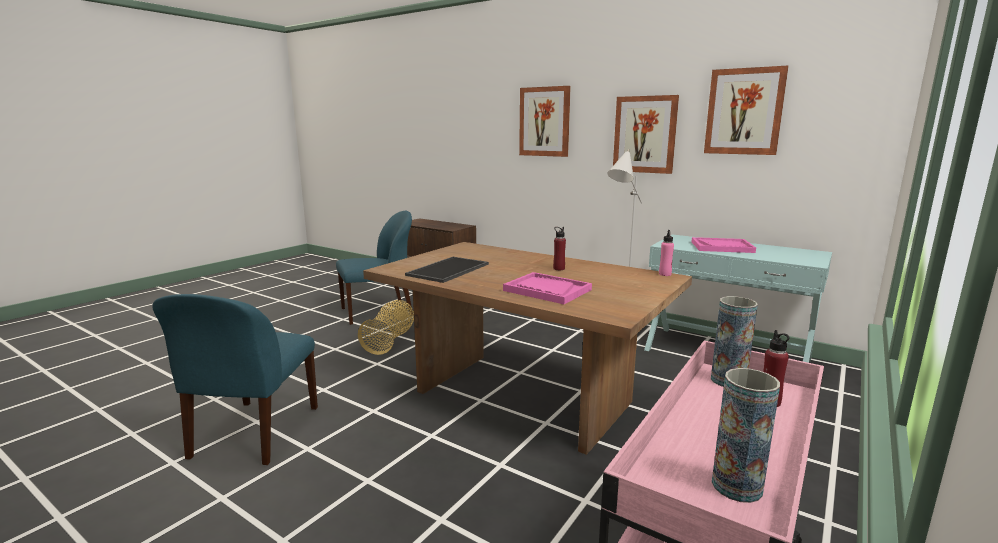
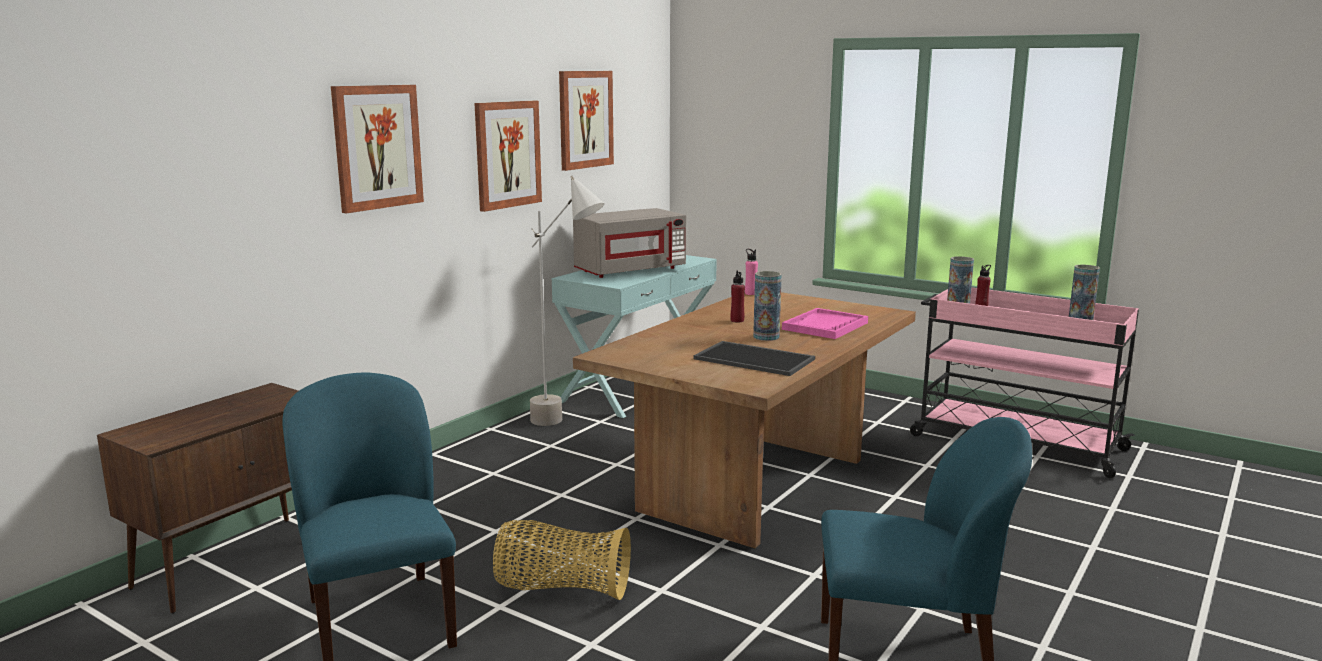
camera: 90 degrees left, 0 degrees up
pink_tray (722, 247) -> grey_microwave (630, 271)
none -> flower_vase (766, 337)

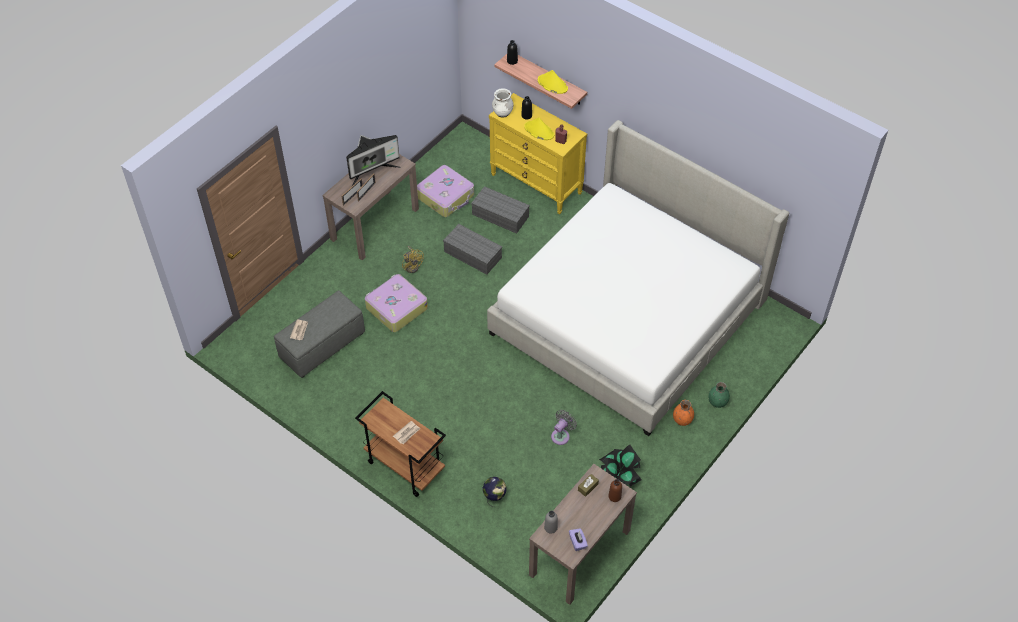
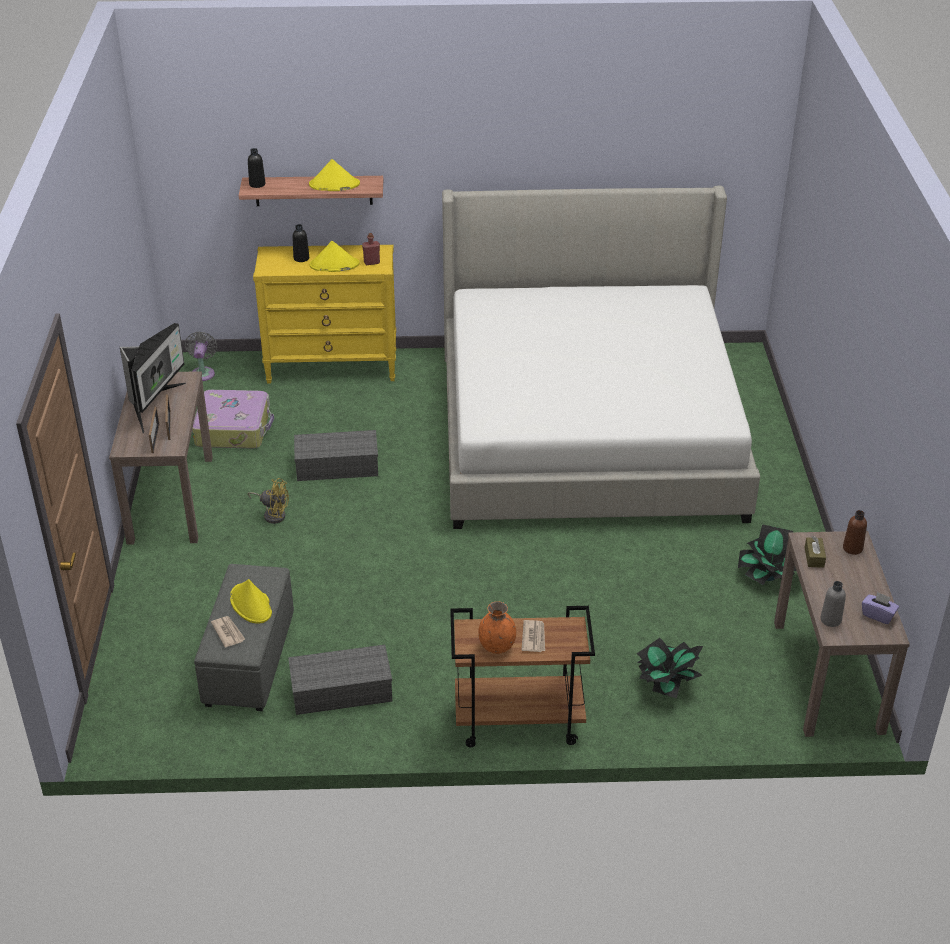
camera: 40 degrees left, 15 degrees down
grey_fan (561, 435) -> grey_fan (203, 372), relocated
none -> yellow_wearable_hat (251, 604)
grey_storage_container (501, 215) -> grey_storage_container (342, 689), relocated
orange_flower_vase (682, 420) -> orange_flower_vase (497, 646), relocated
world_globe (494, 497) -> plant_in_a_pot (666, 684)
piece_of_luggage (396, 308) -> none
whitish_flower_vase (502, 113) -> none
greenish_flower_vase (717, 402) -> none

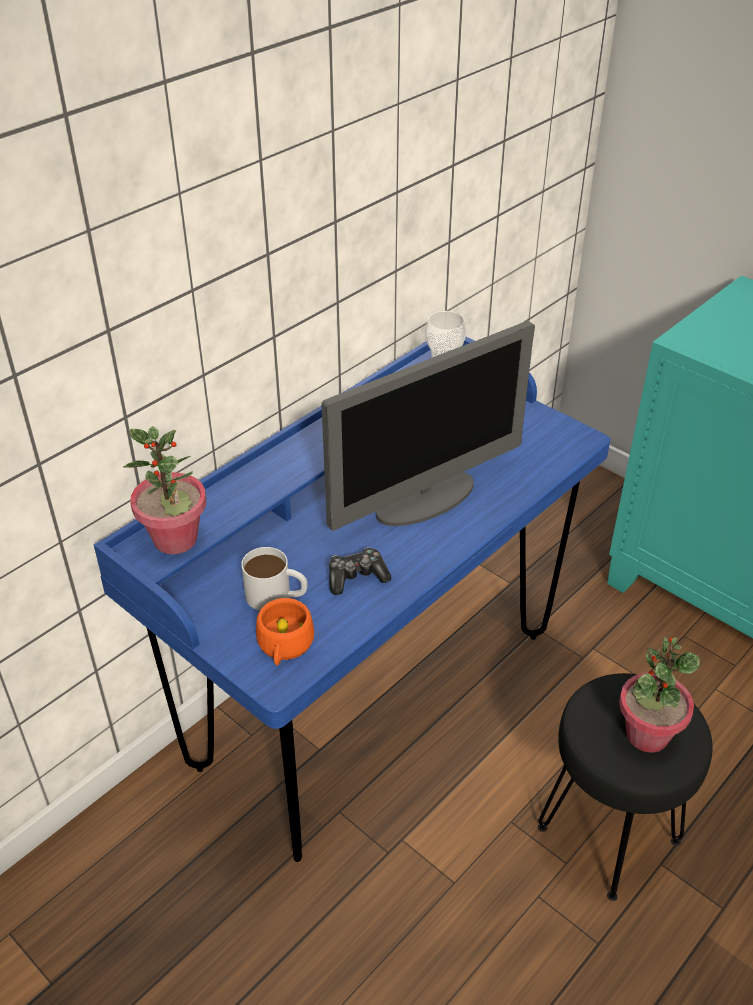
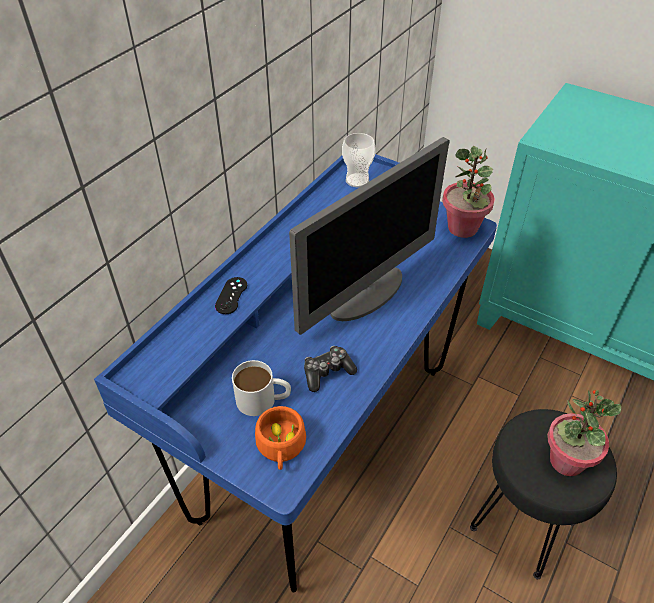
camera: 10 degrees left, 5 degrees up
none -> black_game_controller (231, 295)
plant_in_a_pot (175, 539) -> plant_in_a_pot (463, 228), relocated

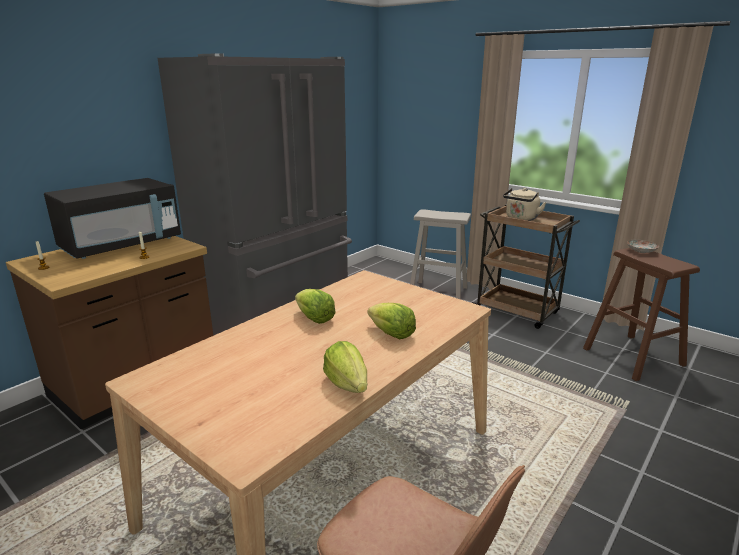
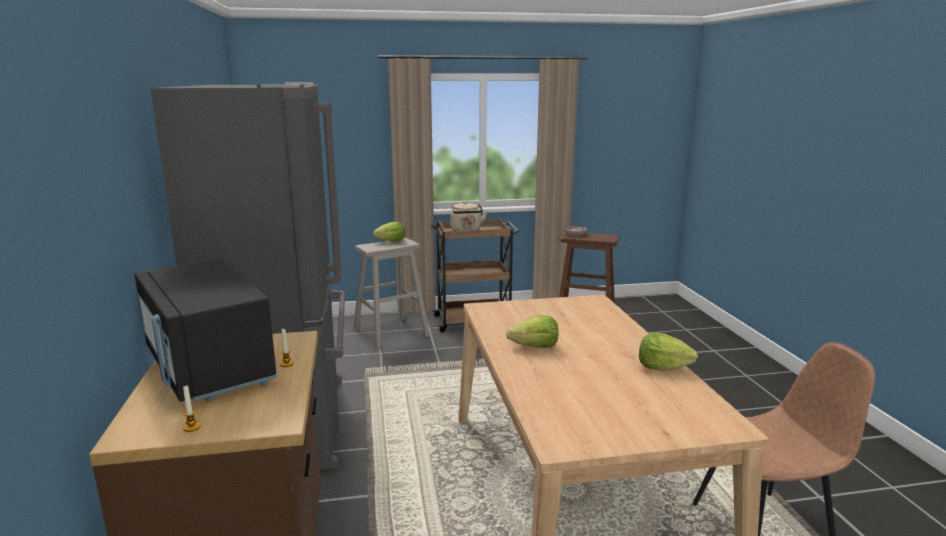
camera: 50 degrees left, 5 degrees down
black_microwave (122, 245) -> black_microwave (208, 368), 150 degrees clockwise
lettuce_head (391, 334) -> lettuce_head (391, 241), relocated

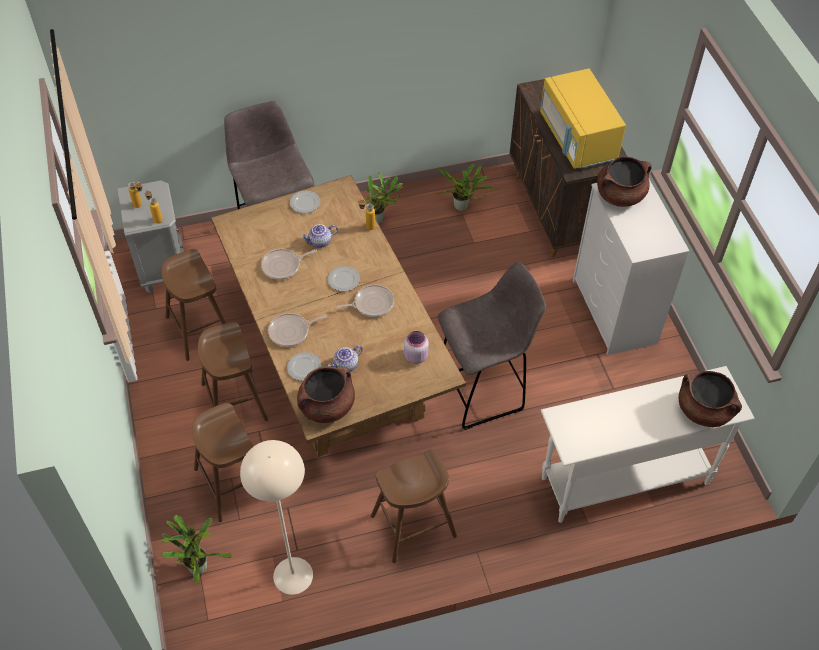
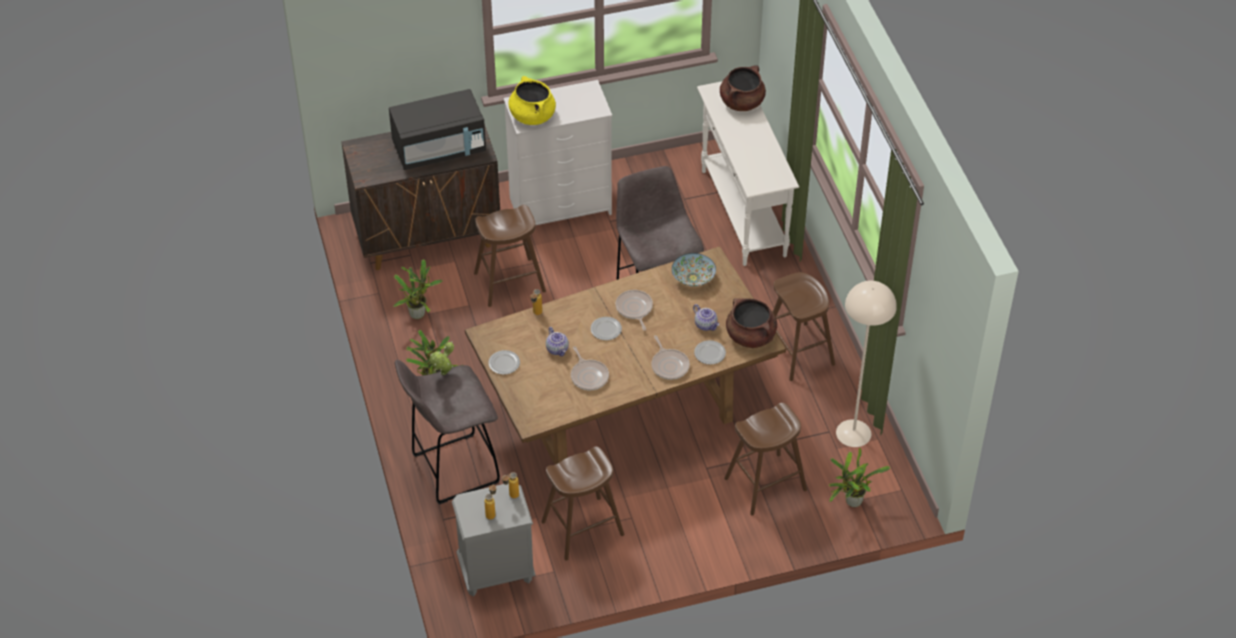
camera: 90 degrees left, 5 degrees down
yellow_microwave (577, 138) -> black_microwave (439, 149)
none -> plant_in_a_pot (443, 374)
brown_stool (234, 402) -> brown_stool (510, 282), relocated
brown_cooking_pot (620, 195) -> yellow_cooking_pot (532, 116)
pink_jar (415, 356) -> deep_dish (693, 278)

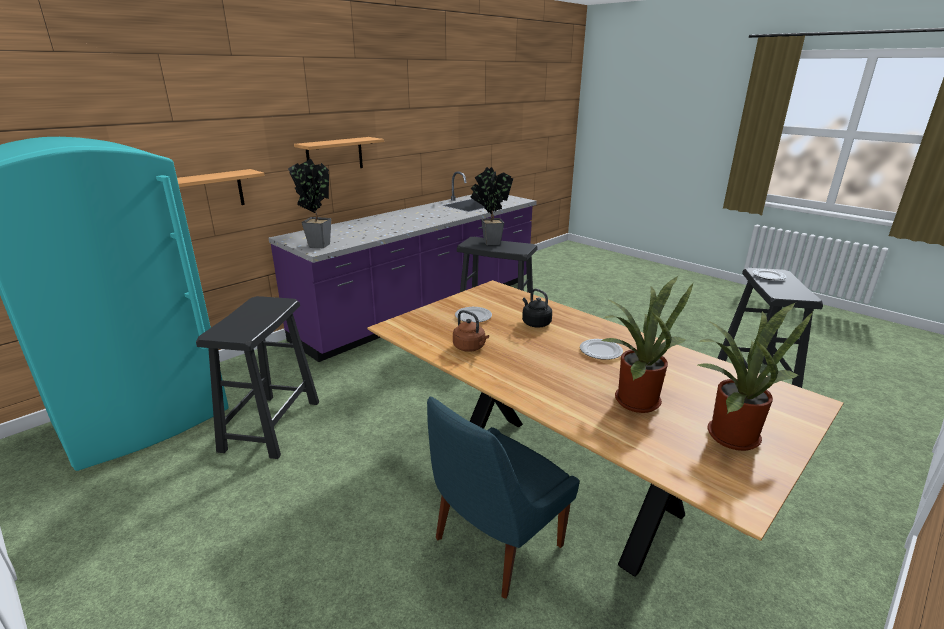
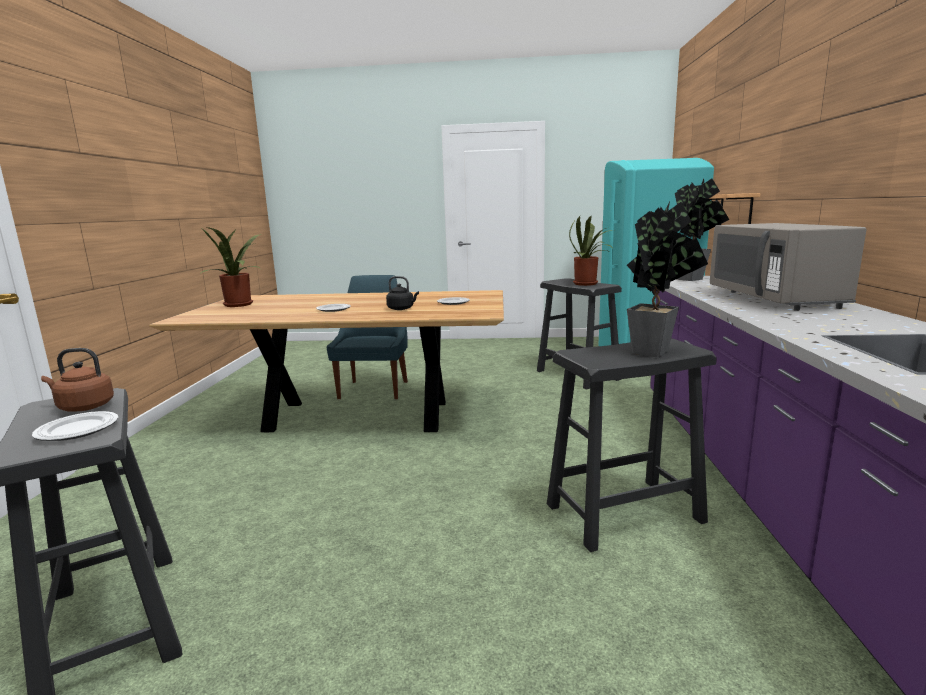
camera: 140 degrees right, 10 degrees down
brown_kettle (470, 347) -> brown_kettle (83, 407), relocated
plant_in_a_pot (633, 399) -> plant_in_a_pot (588, 284), relocated
none -> grey_microwave (773, 299)
bracket_shelf (334, 155) -> none

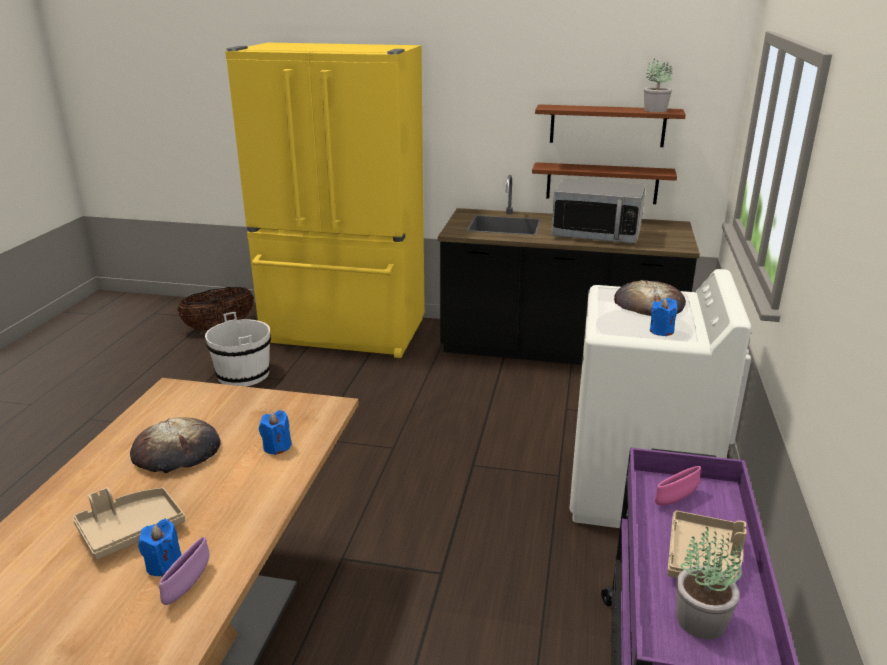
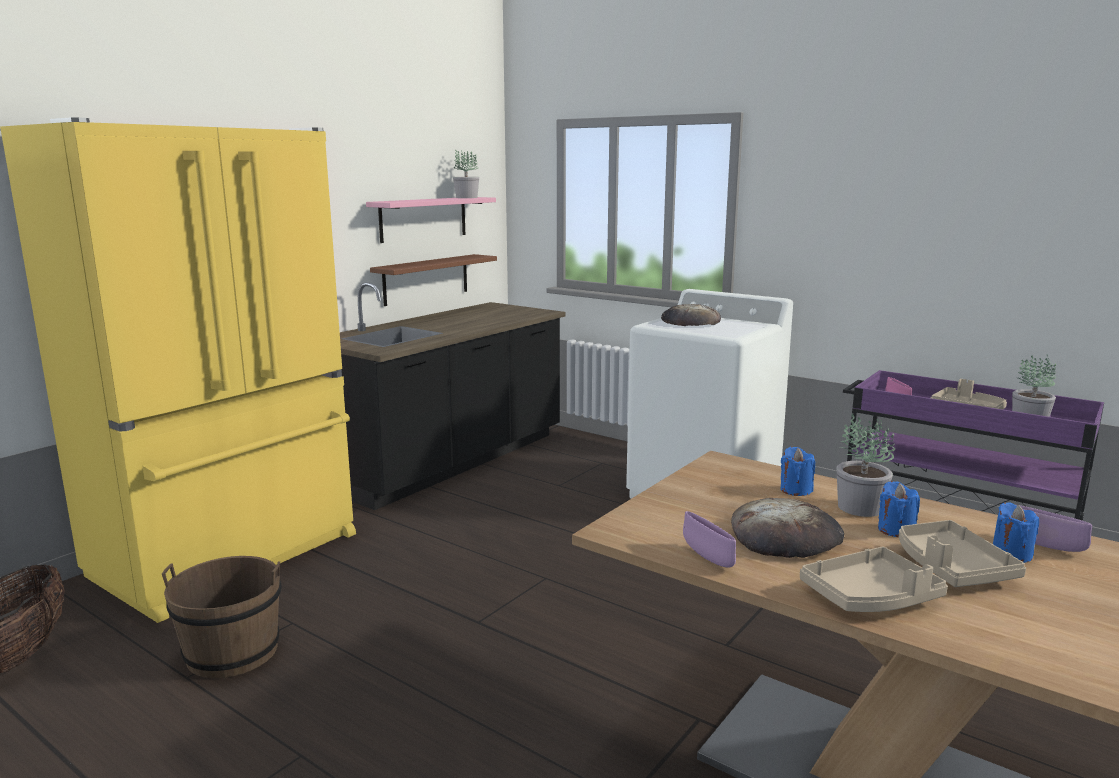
camera: 65 degrees left, 10 degrees down
whitish_pail (243, 374) -> brown_pail (232, 652)
brown_bracket_shelf (607, 125) -> pink_bracket_shelf (423, 219)
none -> purple-coloured_deep_dish (707, 557)
none -> beige_tray (871, 597)
none -> plant_in_a_pot (859, 507)
blue-coloured_wax_candle (661, 331) -> blue-coloured_wax_candle (895, 530), relocated
microwave (596, 234) -> none

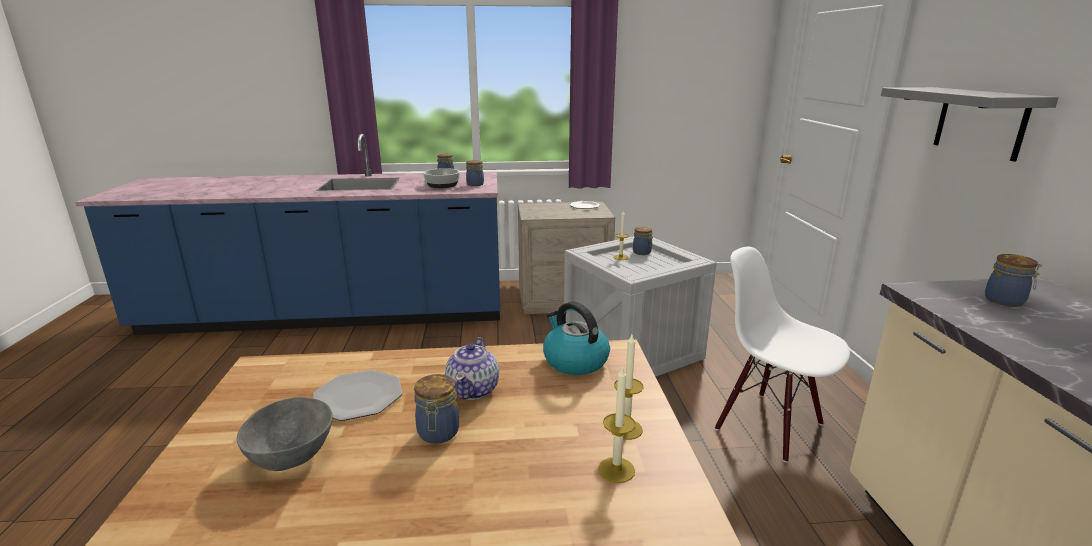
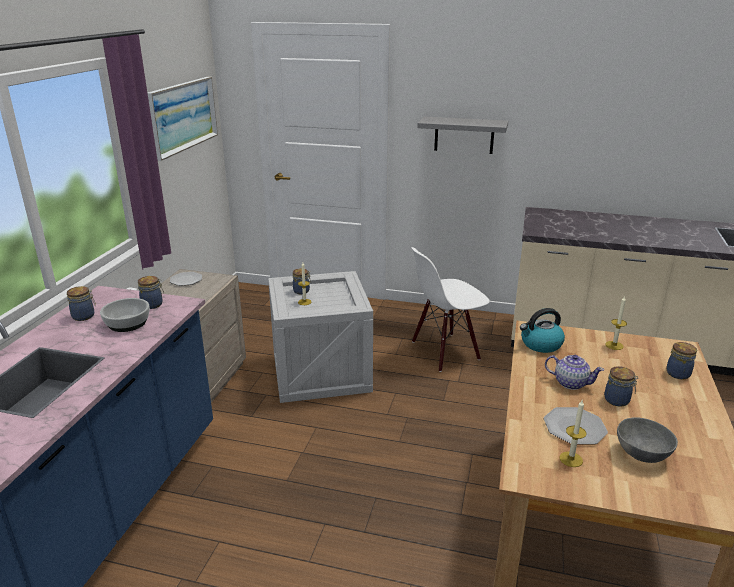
camera: 70 degrees left, 5 degrees up
none -> wall_art (183, 116)
wax_candle (616, 470) -> wax_candle (571, 459), relocated
jar (1006, 301) -> jar (678, 373), relocated

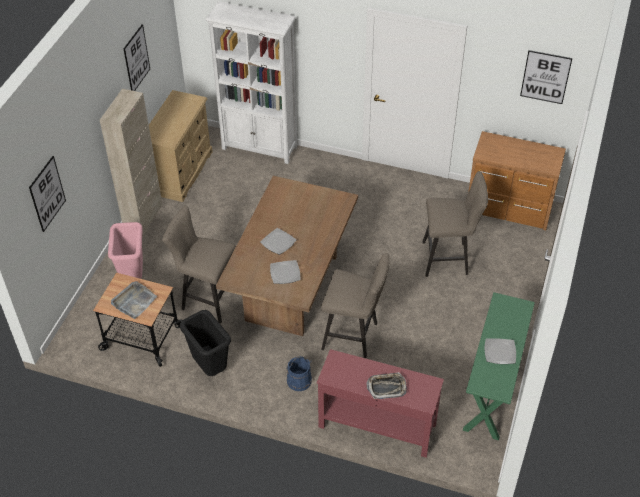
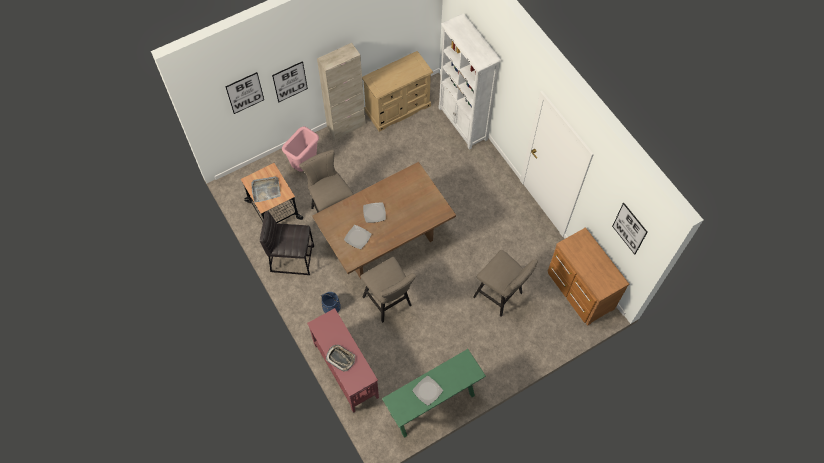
camera: 40 degrees right, 15 degrees up
black_waste_bin (210, 367) -> grey_stool (292, 258)
wall_art (136, 59) -> wall_art (290, 81), relocated

